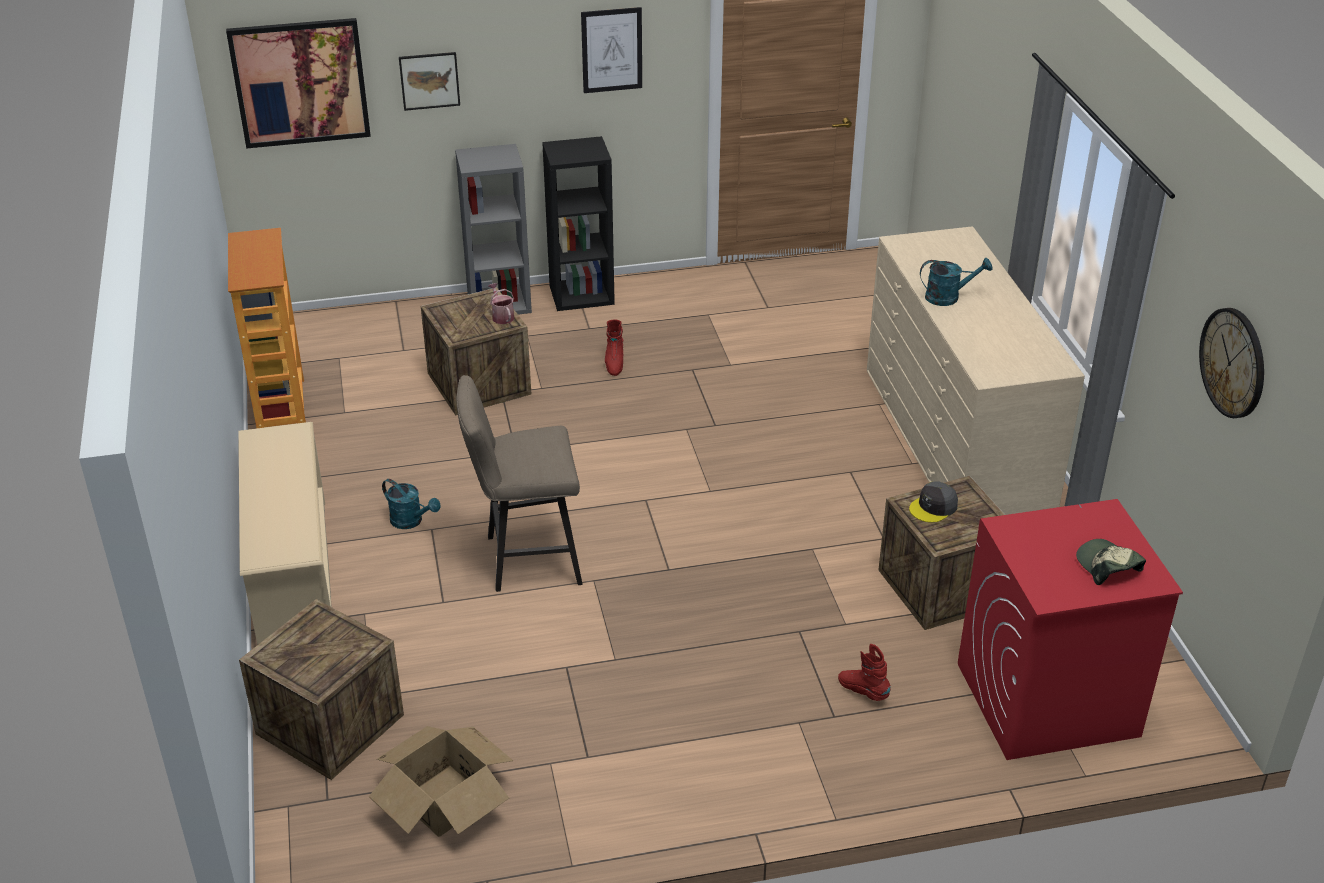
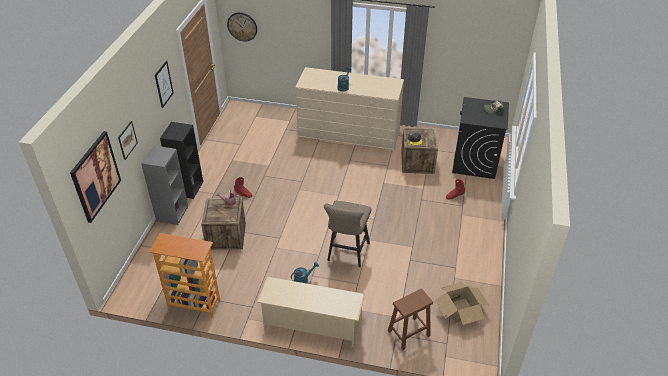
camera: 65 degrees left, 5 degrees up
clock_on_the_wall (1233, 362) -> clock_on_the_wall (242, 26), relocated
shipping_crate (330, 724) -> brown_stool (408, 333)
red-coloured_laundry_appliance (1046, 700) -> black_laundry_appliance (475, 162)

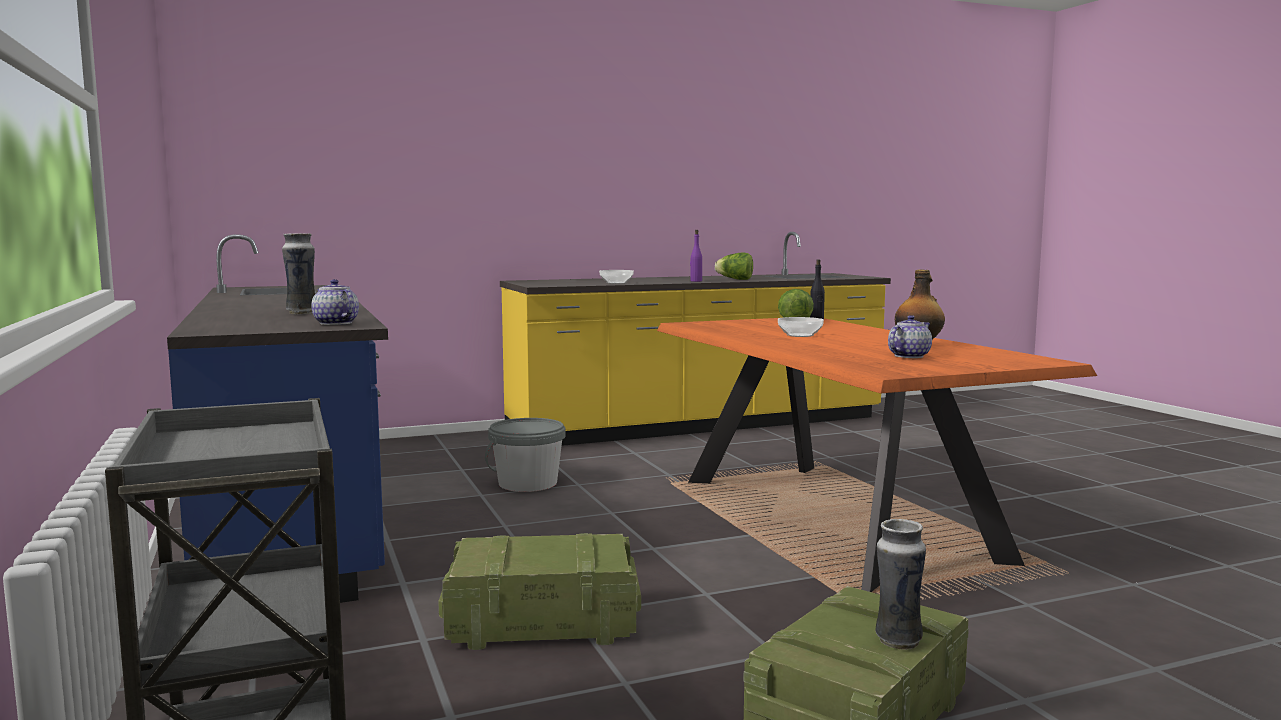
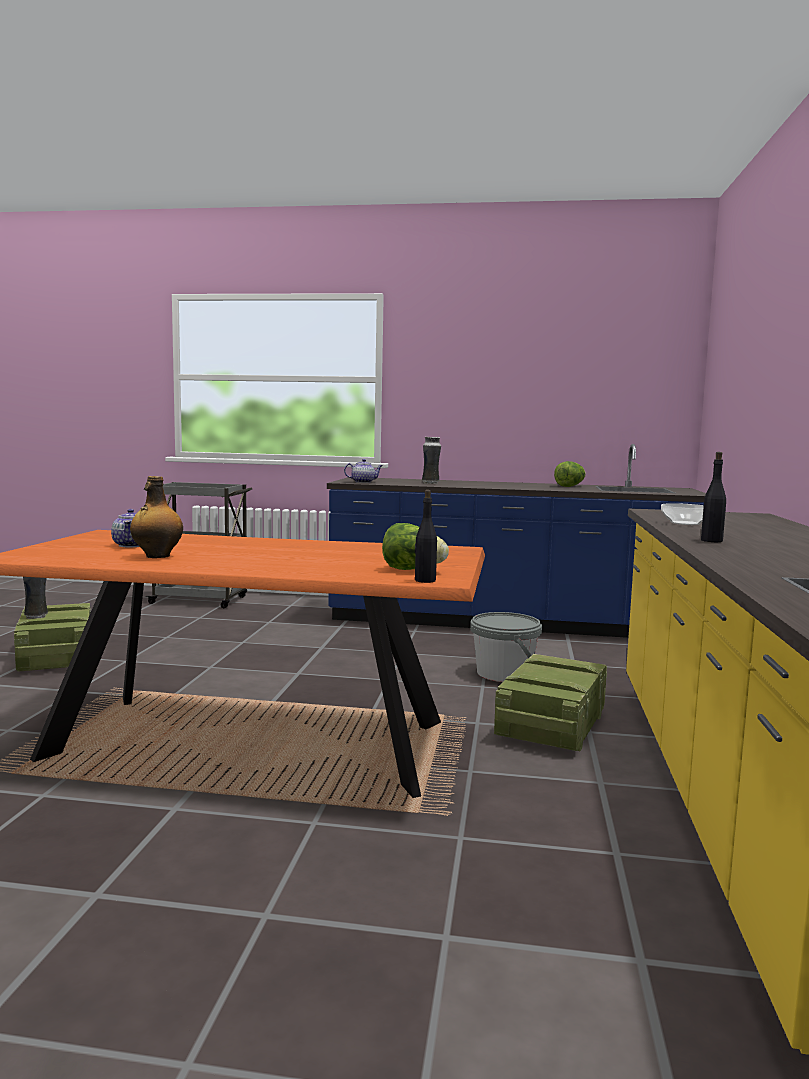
camera: 120 degrees right, 0 degrees up
shipping_crate (539, 623) -> shipping_crate (552, 724), relocated
lettuce_head (735, 279) -> lettuce_head (570, 486), relocated
purple-coloured_drink_bottle (696, 281) -> black_drink_bottle (712, 541)
deep_dish (800, 335) -> none

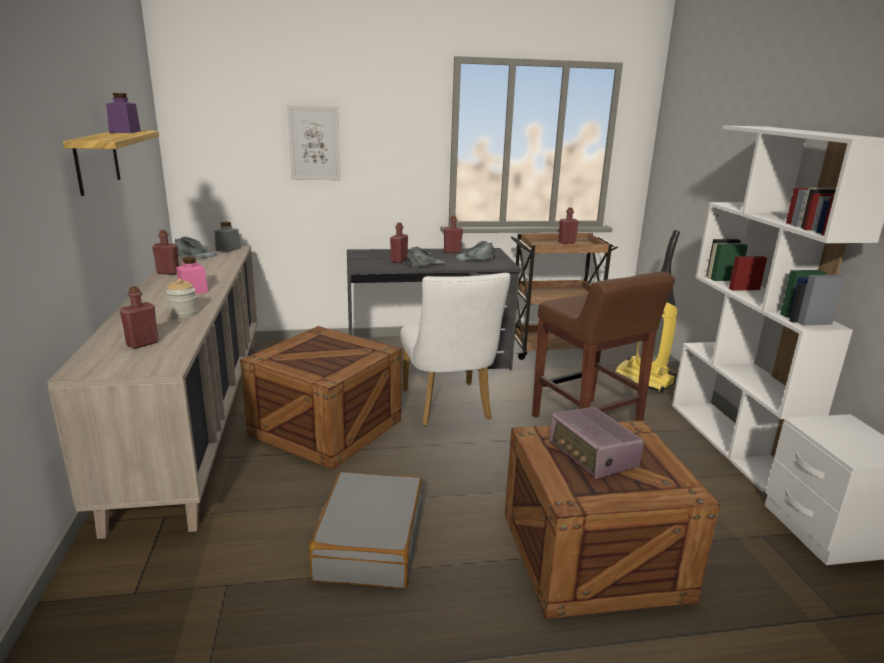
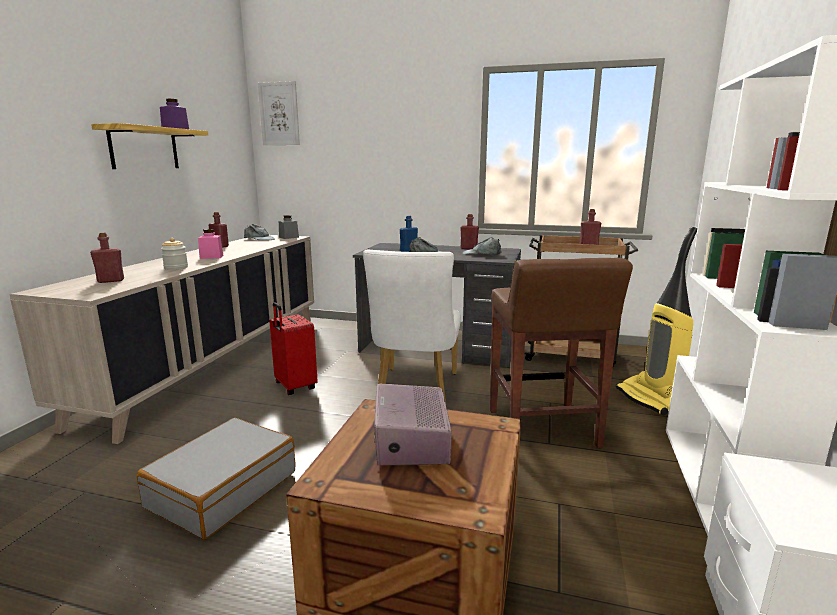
camera: 25 degrees right, 5 degrees down
wall_art (314, 143) -> wall_art (279, 114), relocated
shipping_crate (323, 427) -> red-coloured_piece_of_luggage (294, 387)
red-coloured_drink_bottle (399, 260) -> blue-coloured_drink_bottle (408, 251)

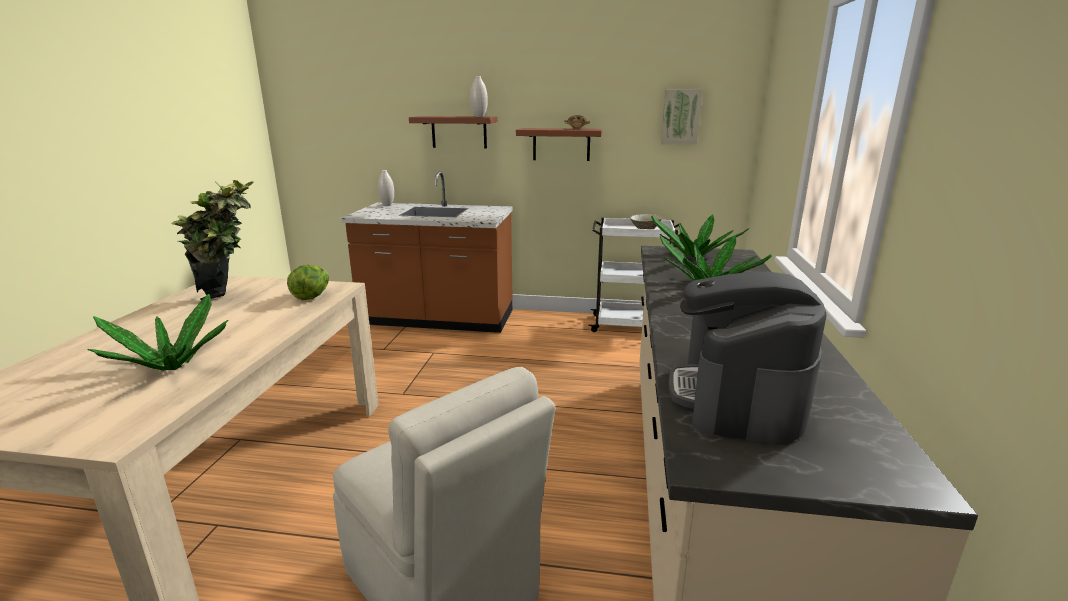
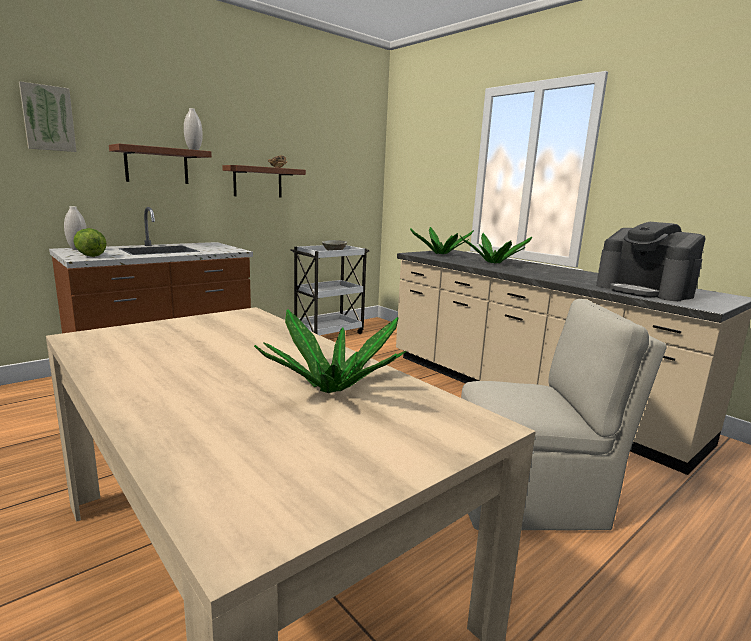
camera: 50 degrees left, 5 degrees down
wall_art (681, 117) -> wall_art (48, 118), relocated
lettuce_head (312, 296) -> lettuce_head (90, 256), relocated
plant_in_a_pot (232, 299) -> none

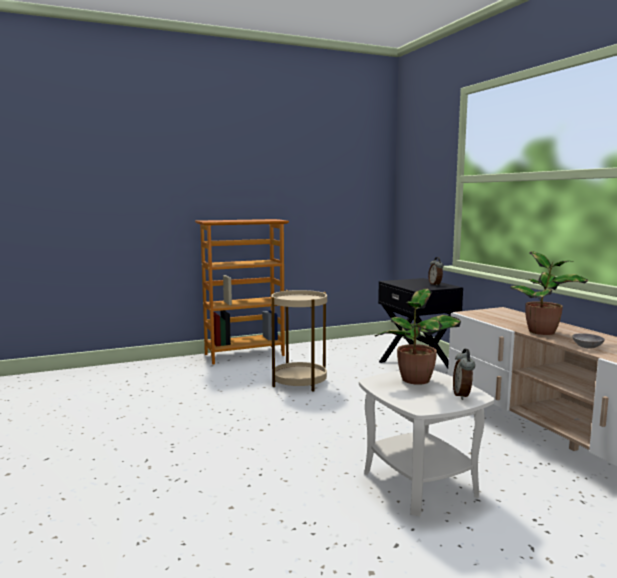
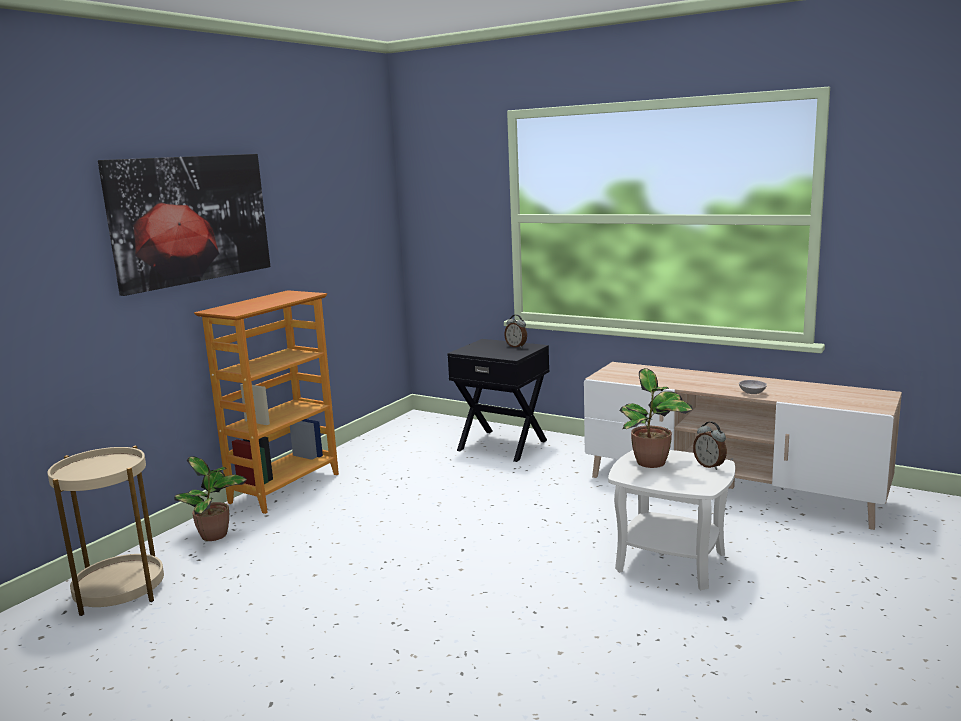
camera: 35 degrees left, 5 degrees up
beige_end_table (299, 382) -> beige_end_table (120, 591), relocated
none -> wall_art (191, 219)
plant_in_a_pot (543, 332) -> plant_in_a_pot (216, 535), relocated

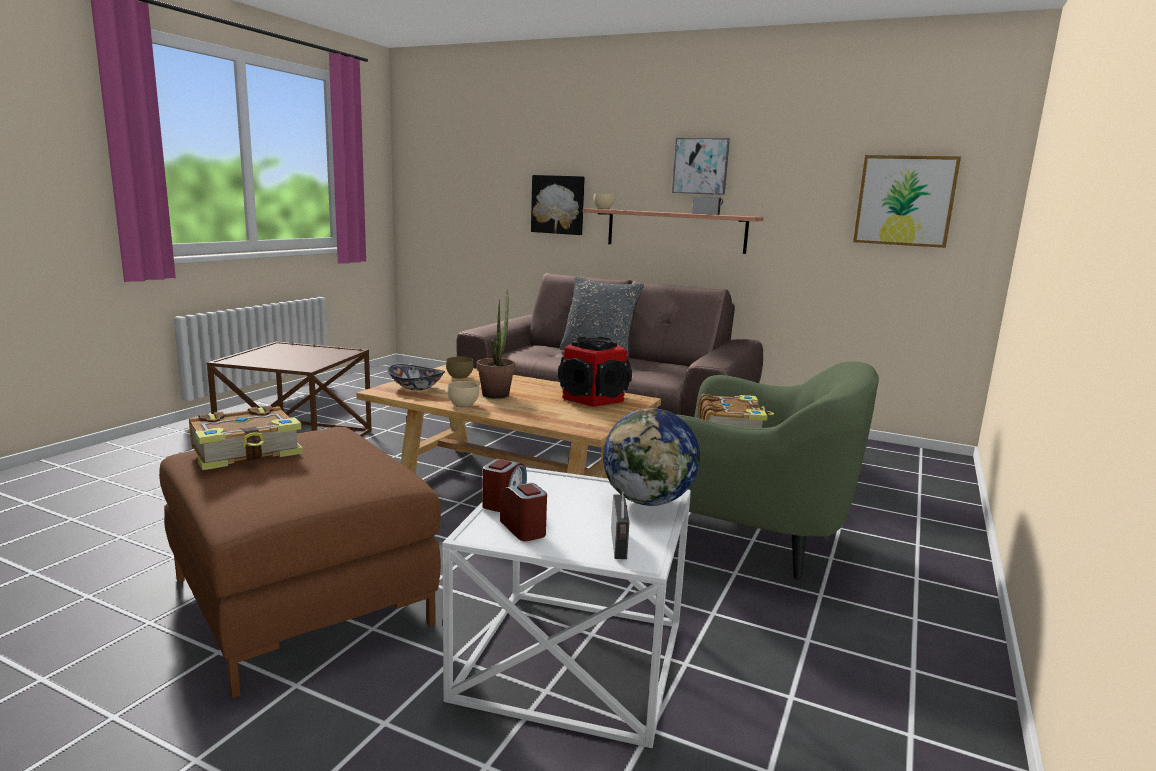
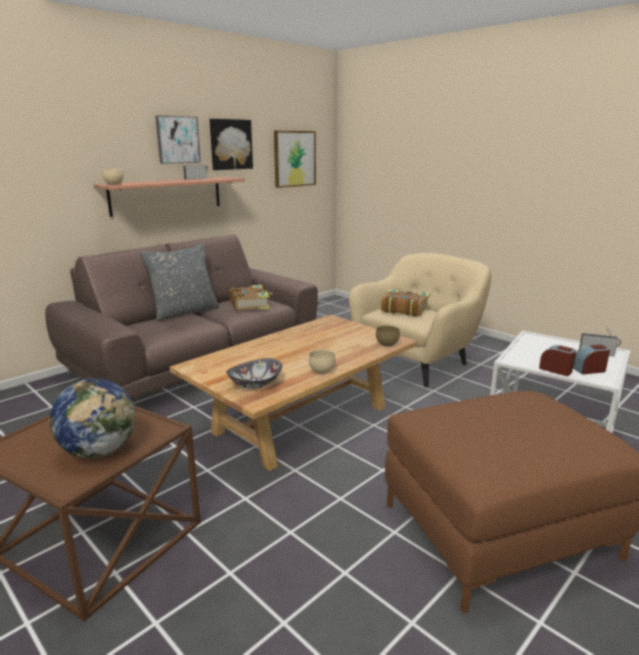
camera: 70 degrees left, 5 degrees up
world_globe (648, 501) -> world_globe (100, 451), relocated
wall_art (558, 204) -> wall_art (230, 144), relocated
bound_book (247, 452) -> bound_book (250, 304), relocated
greenish_armchair (751, 536) -> beige_armchair (417, 363)
brown_deep_dish (458, 377) -> brown_deep_dish (387, 344), relocated
plant_in_a_pot (497, 393) -> none
speaker (594, 398) -> none

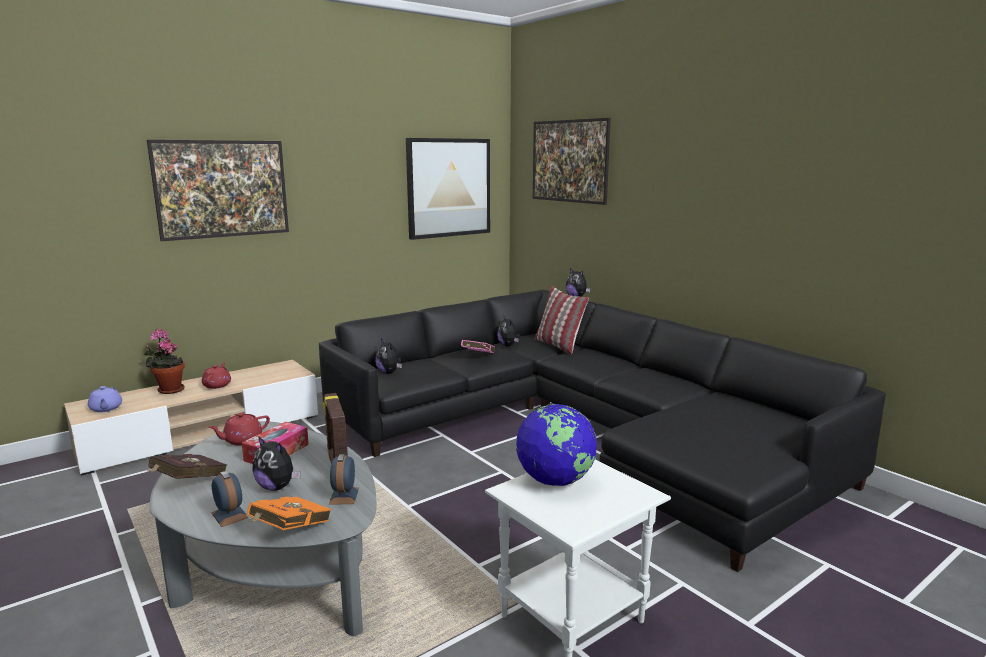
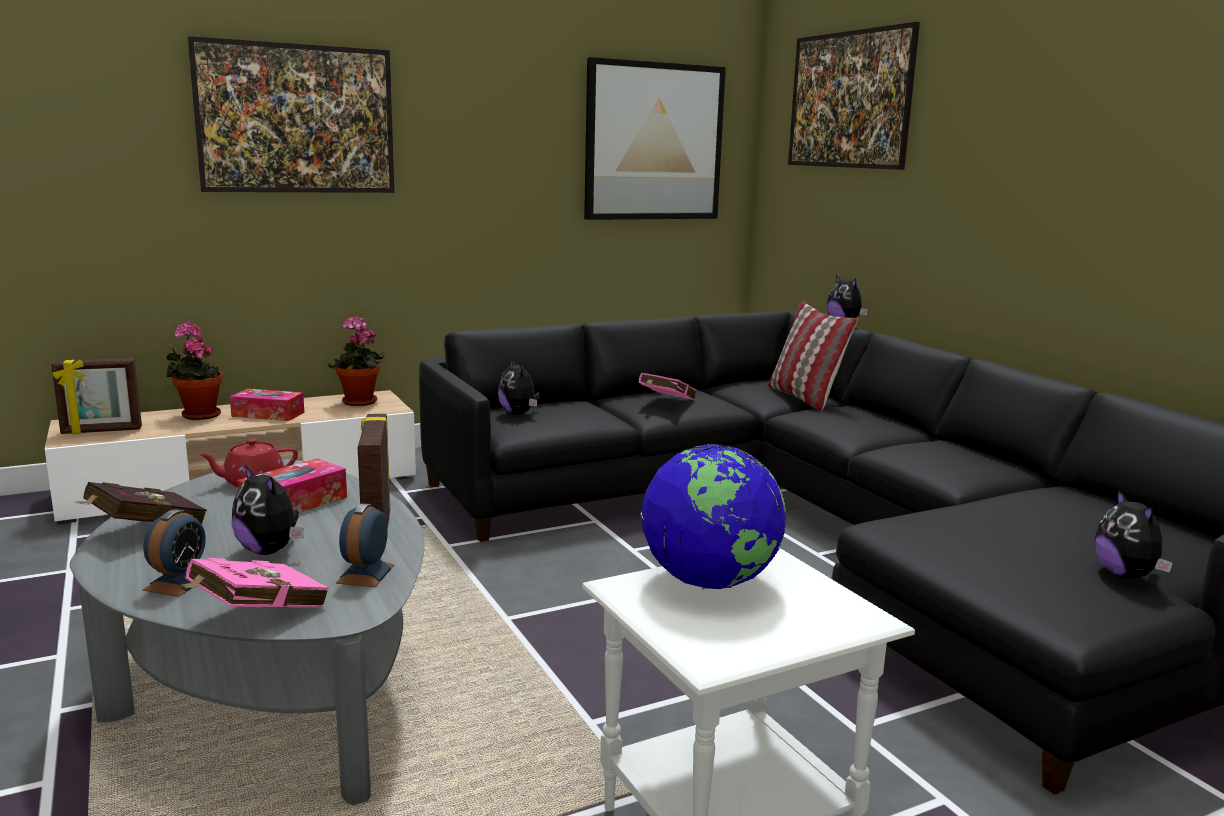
camera: 10 degrees right, 0 degrees up
purple-coloured_teapot (106, 409) -> photo_frame (101, 431)
alarm_clock (229, 515) -> alarm_clock (179, 582), 45 degrees clockwise
orange_bound_book (288, 531) -> pink_bound_book (254, 614)
red-coloured_teapot (217, 385) -> box_of_tissues (268, 414)
none -> plant_in_a_pot (359, 403)
cuddly_toy (508, 345) -> cuddly_toy (1126, 575), relocated

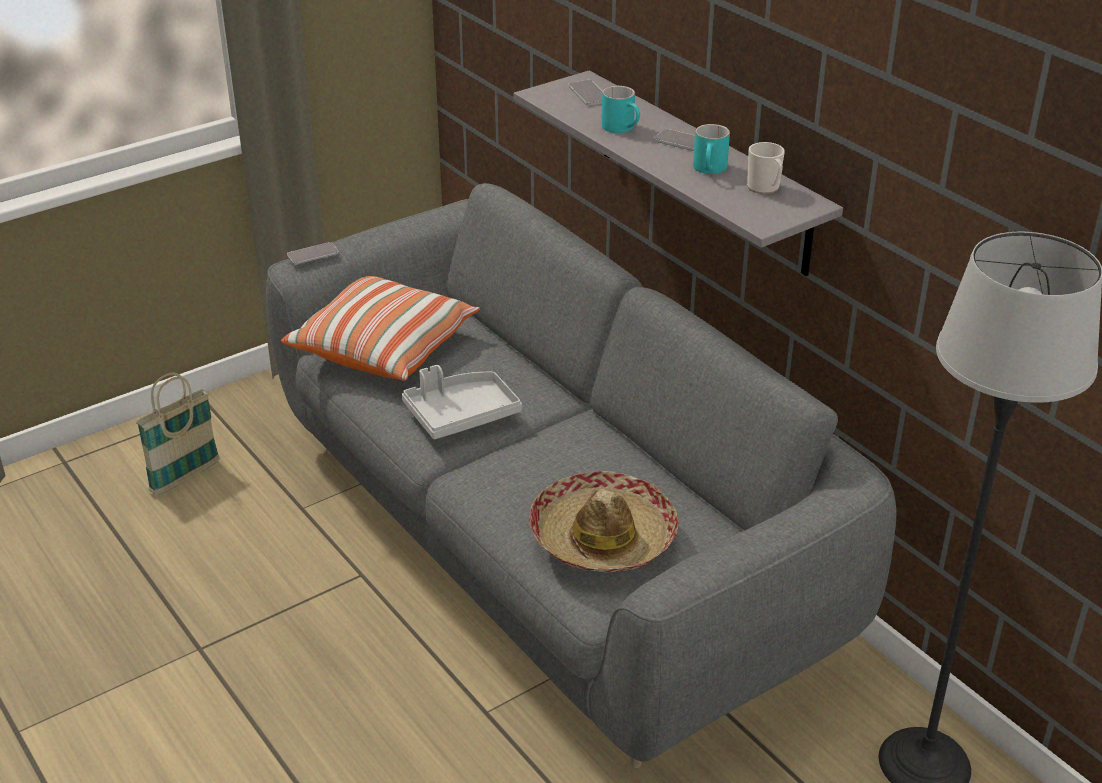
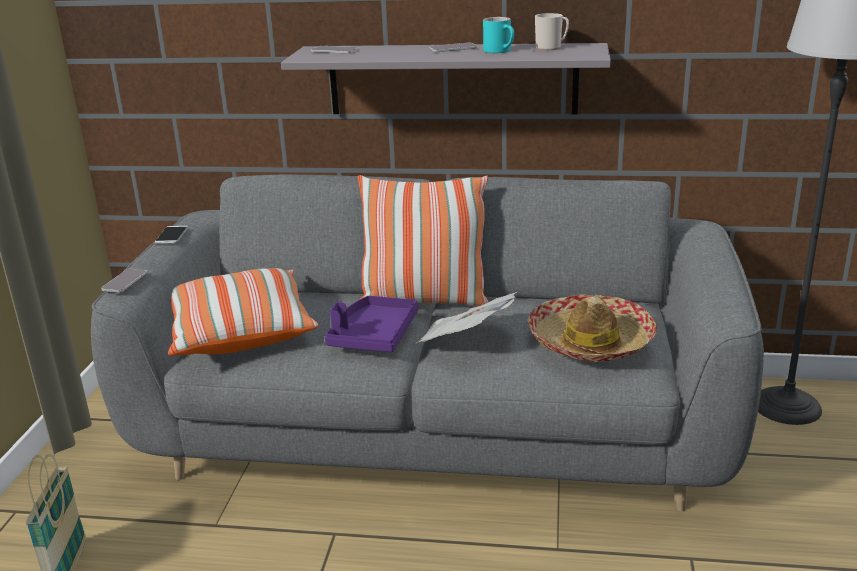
camera: 45 degrees left, 10 degrees down
none -> telephone (171, 235)
grey_tray (461, 414) -> purple-coloured_tray (373, 335)
none -> pillow (423, 300)
none -> daily_paper (466, 342)
turquoise-coloured_tea_mug (623, 128) -> none

